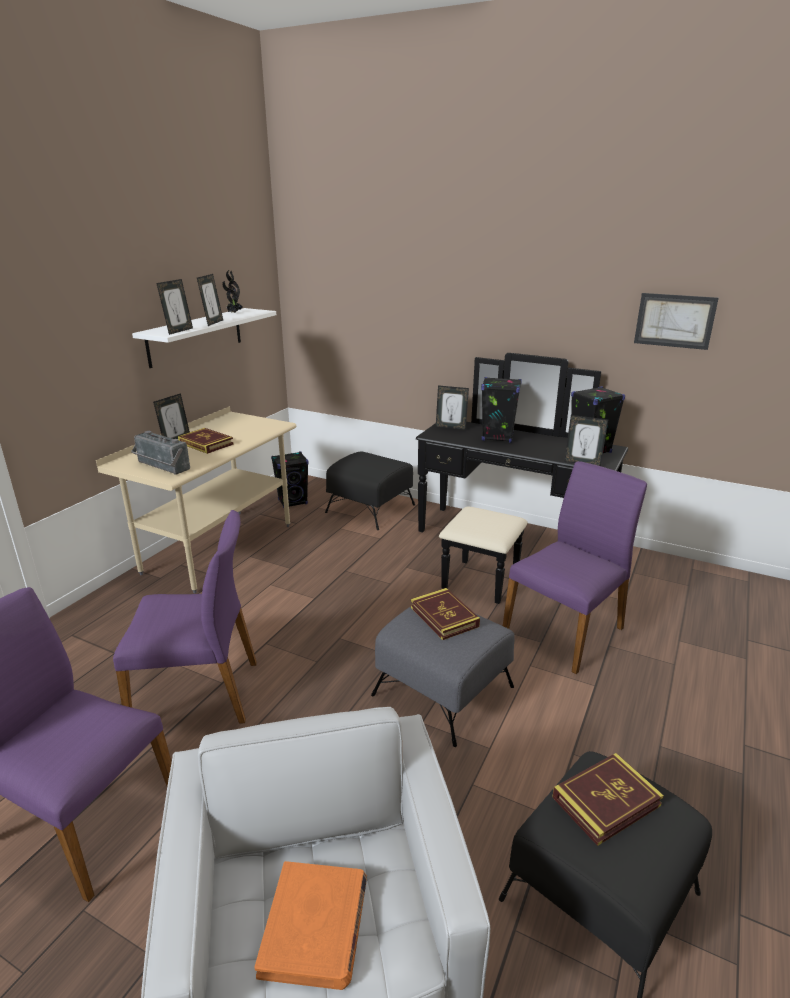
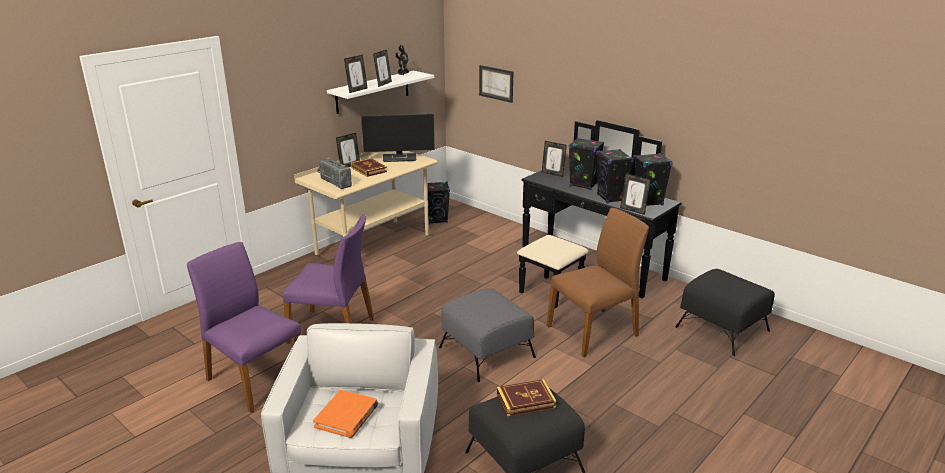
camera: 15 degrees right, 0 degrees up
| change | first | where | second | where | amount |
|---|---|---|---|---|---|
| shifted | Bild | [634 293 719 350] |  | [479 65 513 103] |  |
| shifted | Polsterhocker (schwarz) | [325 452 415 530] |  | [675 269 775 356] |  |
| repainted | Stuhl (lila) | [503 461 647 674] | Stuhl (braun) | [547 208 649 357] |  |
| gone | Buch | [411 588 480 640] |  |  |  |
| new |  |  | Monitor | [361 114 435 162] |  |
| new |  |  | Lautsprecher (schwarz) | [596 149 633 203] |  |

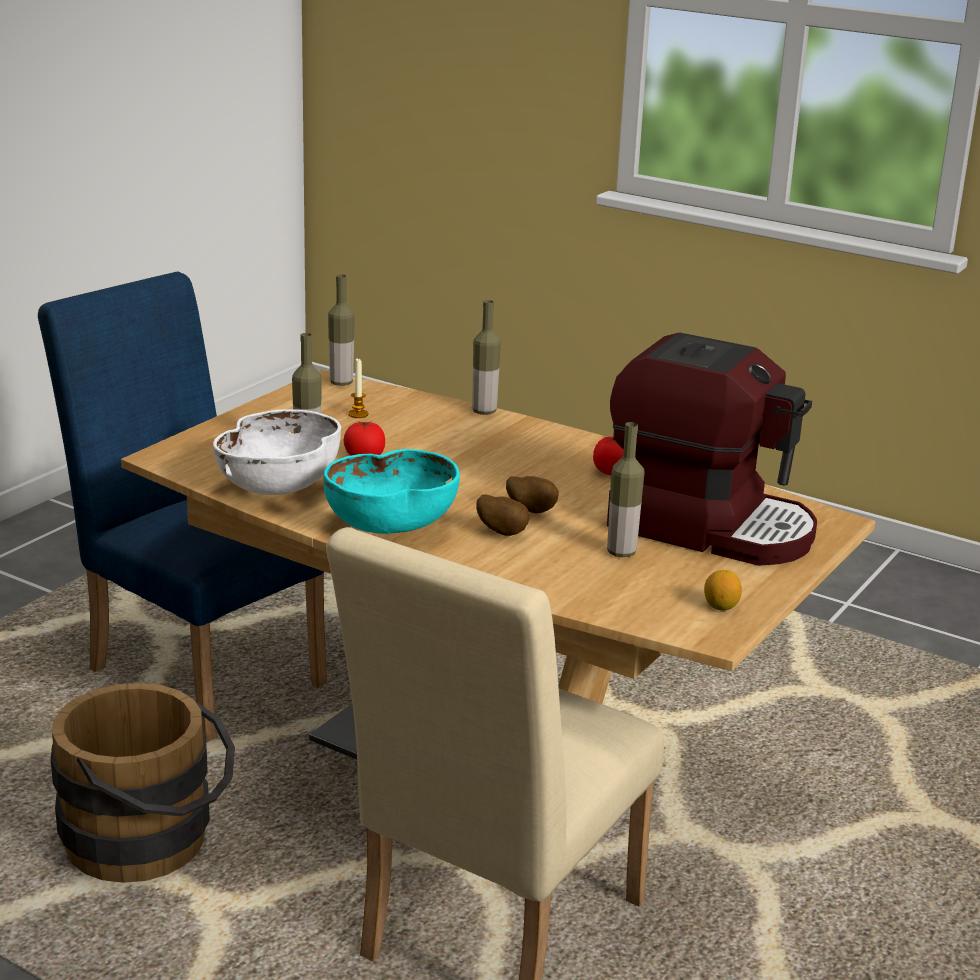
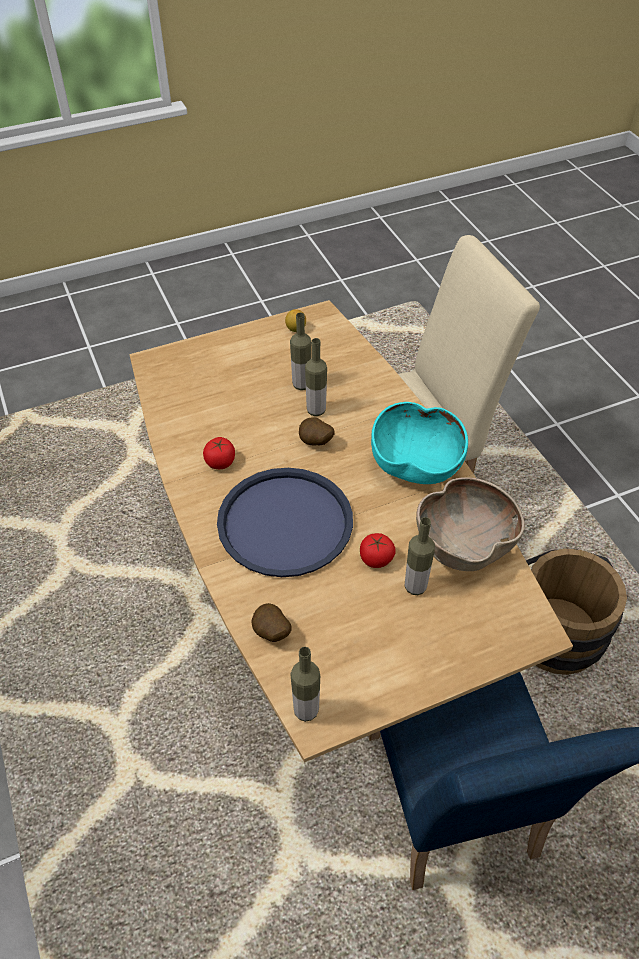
camera: 145 degrees left, 25 degrees up
| change | first | where | second | where | amount |
|---|---|---|---|---|---|
| shifted | Flasche | [472 300 501 415] |  | [305 338 327 416] |  |
| gone | Kaffeemaschine | [607 332 817 566] |  |  |  |
| gone | Kerze | [348 357 369 418] |  |  |  |
| repainted | Schüssel (weiß) | [213 409 341 495] | Schüssel (braun) | [416 477 525 571] |  |
| shifted | Kartoffel | [476 494 530 536] |  | [251 603 292 642] |  |
| new |  |  | Tablett (blau) | [217 468 353 577] |  |

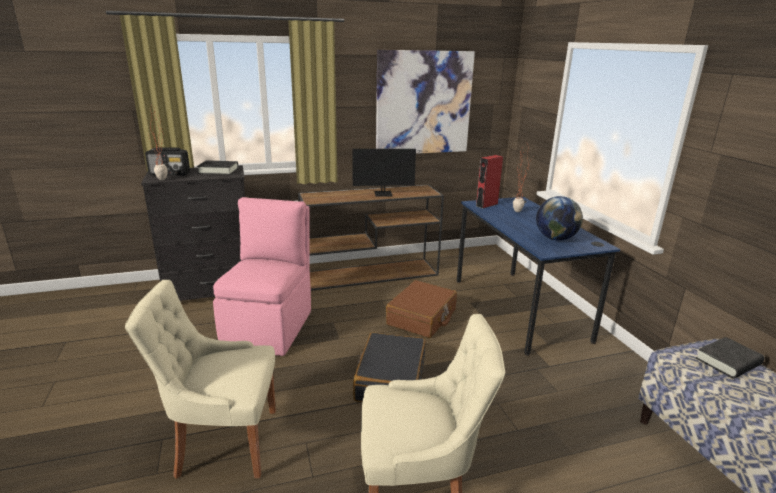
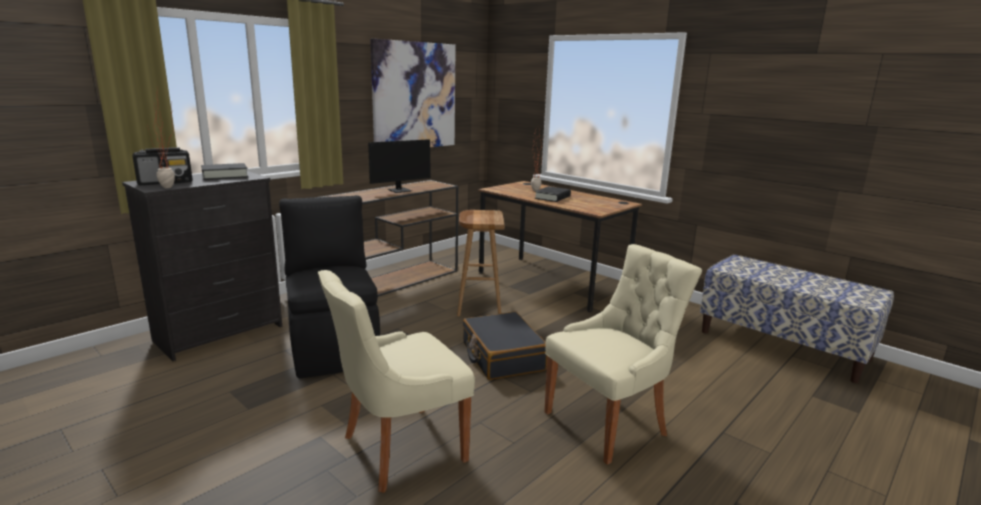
camera: 30 degrees left, 5 degrees down
| change | first | where | second | where | amount |
|---|---|---|---|---|---|
| gone | Lautsprecher (rot) | [476 155 503 209] |  |  |  |
| gone | Globus | [536 196 583 241] |  |  |  |
| repainted | Stuhl (rosa) | [213 197 311 356] | Stuhl (schwarz) | [279 195 380 379] |  |
| repainted | Schreibtisch (blau) | [457 197 620 356] | Schreibtisch (braun) | [478 181 642 312] |  |
| swapped | Koffer (braun) | [386 280 457 338] | Hocker (braun) | [457 210 505 316] |  |
| shifted | Buch (schwarz) | [696 337 765 379] |  | [535 186 571 202] |  |

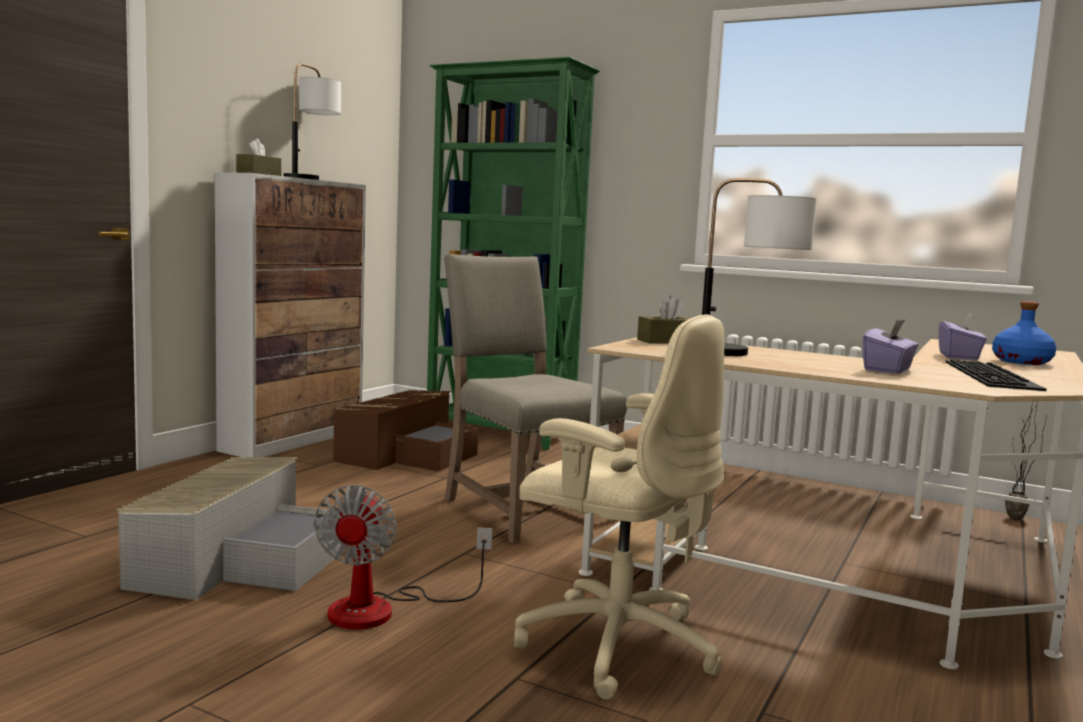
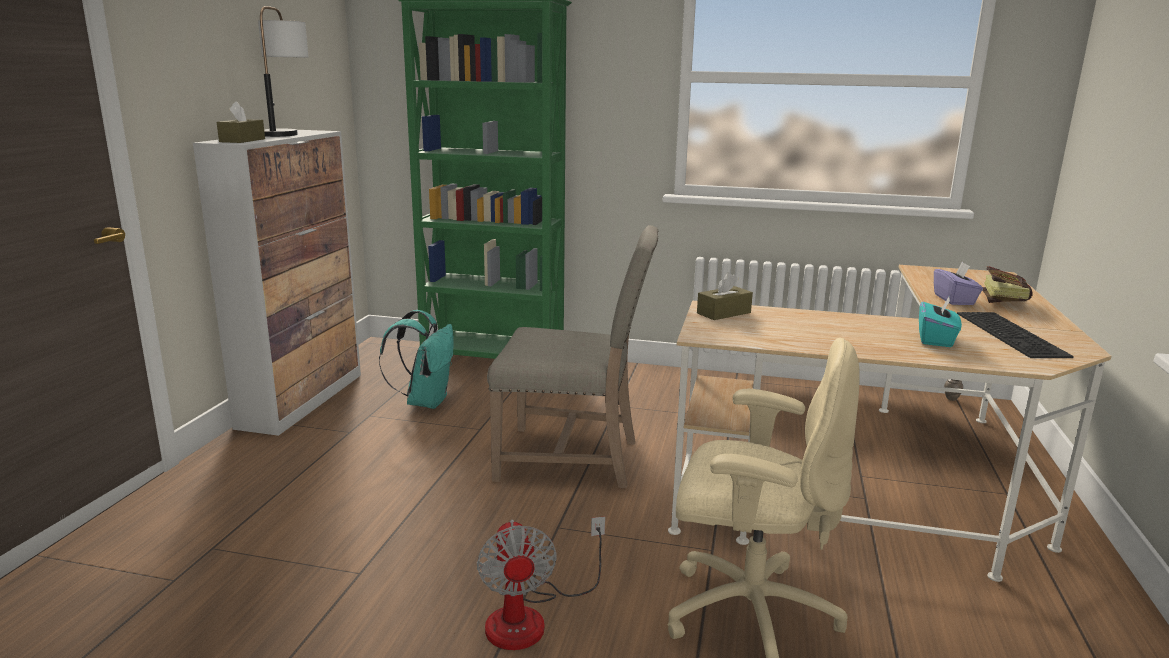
camera: 15 degrees left, 10 degrees up
| change | first | where | second | where | amount |
|---|---|---|---|---|---|
| gone | Tischlampe | [702 178 817 356] |  |  |  |
| rotated | Stuhl (beige) | [444 254 627 543] |  | [487 225 658 488] | 150 degrees clockwise |
| swapped | Flasche (blau) | [992 301 1056 365] | Buch | [983 266 1033 303] |  |
| repainted | Taschentuchbox (lila) | [863 320 919 374] | Taschentuchbox (türkis) | [919 295 962 347] |  |
| swapped | Aufbewahrungsbox (braun) | [333 390 478 471] | Rucksack (türkis) | [379 310 454 409] |  |
| gone | Aufbewahrungsbox (grau) | [117 457 345 600] |  |  |  |

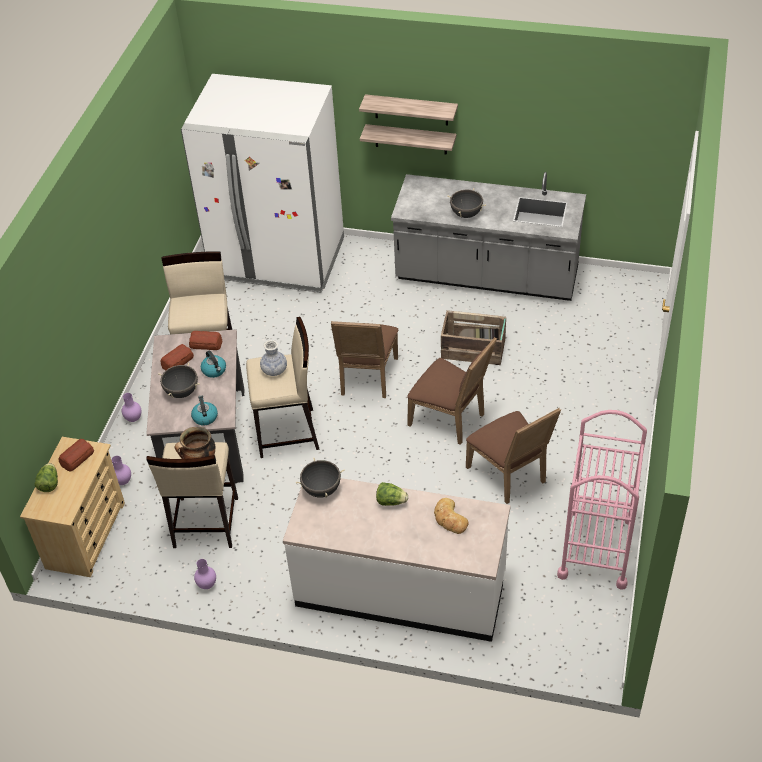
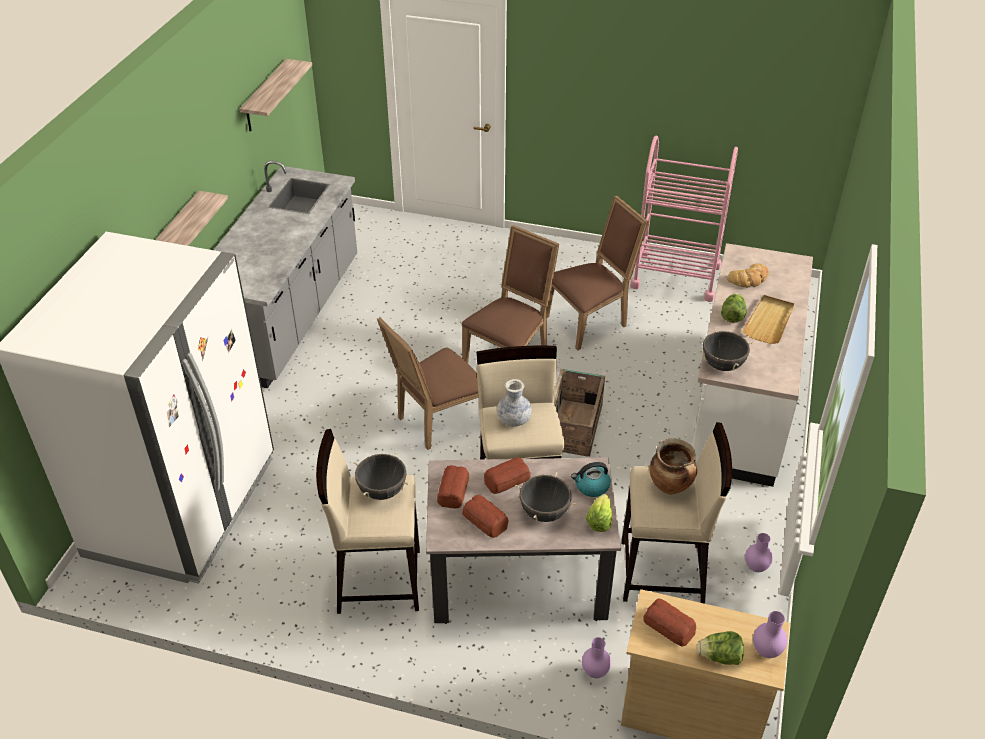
camera: 90 degrees left, 5 degrees down
| change | first | where | second | where | amount |
|---|---|---|---|---|---|
| shifted | Wandregal | [359 94 458 126] |  | [240 59 312 132] |  |
| shifted | Kochtopf (schwarz) | [447 188 486 218] |  | [353 452 409 500] |  |
| shifted | Kiste | [441 310 506 365] |  | [554 369 605 457] |  |
| rotated | Stuhl (braun) | [331 321 398 398] |  | [377 317 479 450] | 135 degrees clockwise |
| swapped | Wasserkessel | [201 351 226 378] | Brot | [484 457 531 494] |  |
| shifted | Vase (lila) | [122 393 142 422] |  | [753 611 788 658] |  |
| new |  |  | Tablett (beige) | [743 295 795 344] |  |
| new |  |  | Salatkopf | [586 494 612 532] |  |

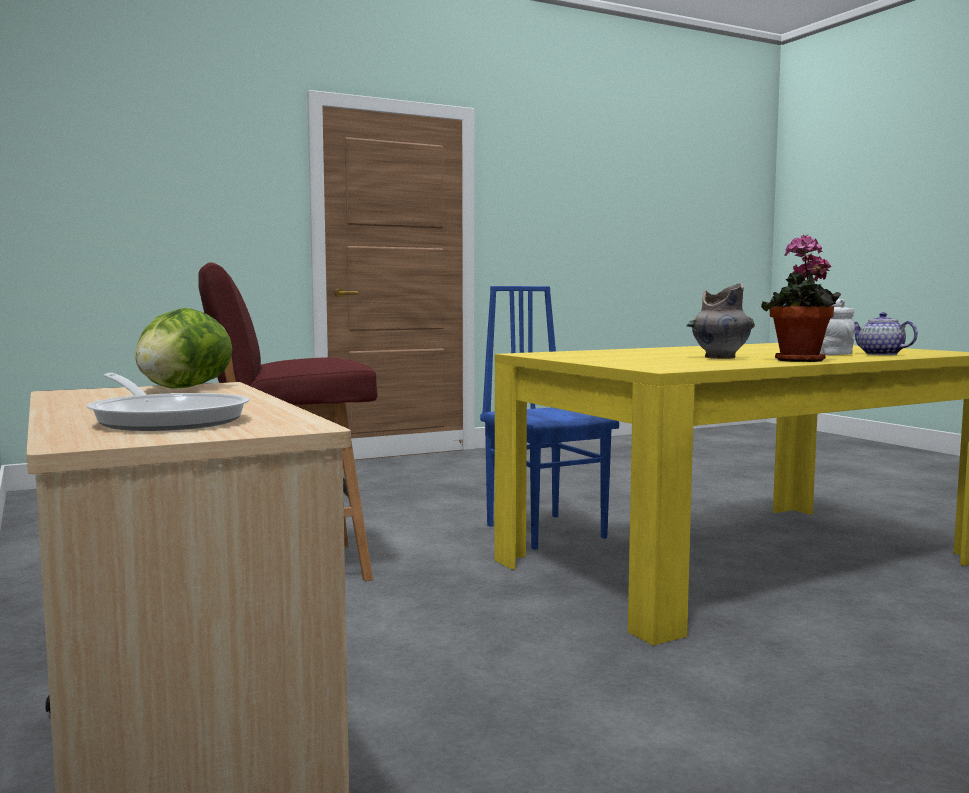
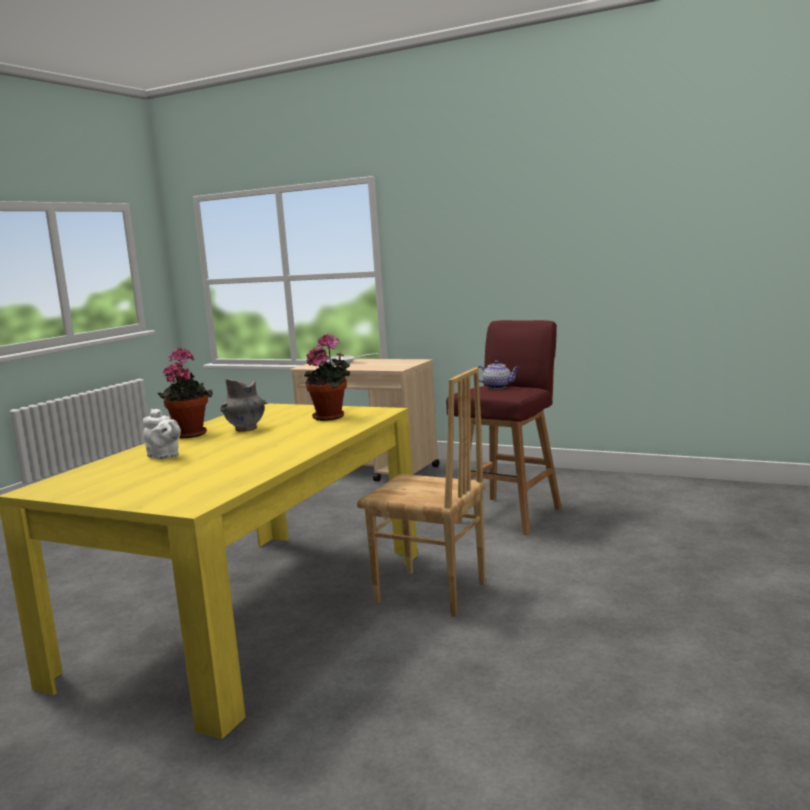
camera: 145 degrees right, 5 degrees up
| change | first | where | second | where | amount |
|---|---|---|---|---|---|
| repainted | Stuhl (blau) | [480 286 619 550] | Stuhl (braun) | [357 367 485 617] |  |
| gone | Salatkopf | [135 308 232 389] |  |  |  |
| shifted | Teekanne | [854 312 918 355] |  | [478 360 519 389] |  |
| new |  |  | Topfpflanze | [304 334 350 421] |  |

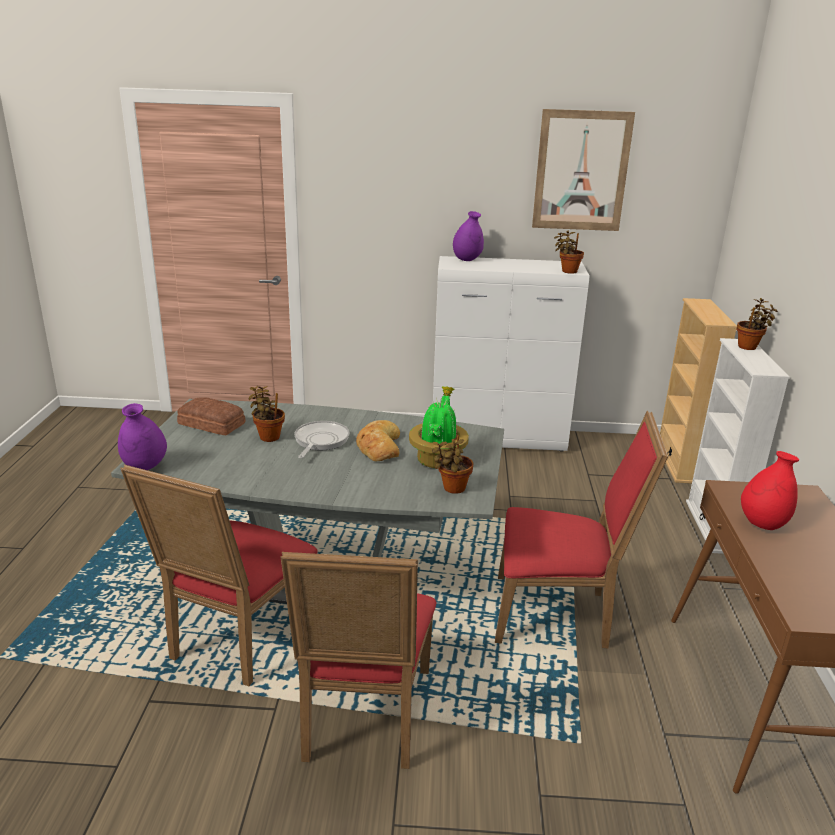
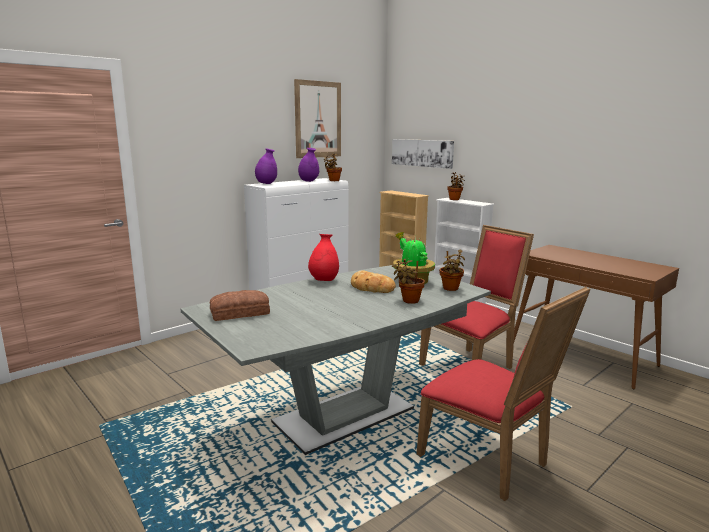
camera: 45 degrees left, 10 degrees down
| change | first | where | second | where | amount |
|---|---|---|---|---|---|
| shifted | Topfpflanze | [249 386 285 442] |  | [392 259 425 304] |  |
| shifted | Vase (lila) | [118 403 167 470] |  | [298 148 319 182] |  |
| gone | Pfanne | [294 421 349 458] |  |  |  |
| shifted | Vase (rot) | [741 451 799 530] |  | [308 234 339 281] |  |
| gone | Stuhl (rot) | [120 465 317 686] |  |  |  |
| new |  |  | Bild | [392 139 454 169] |  |

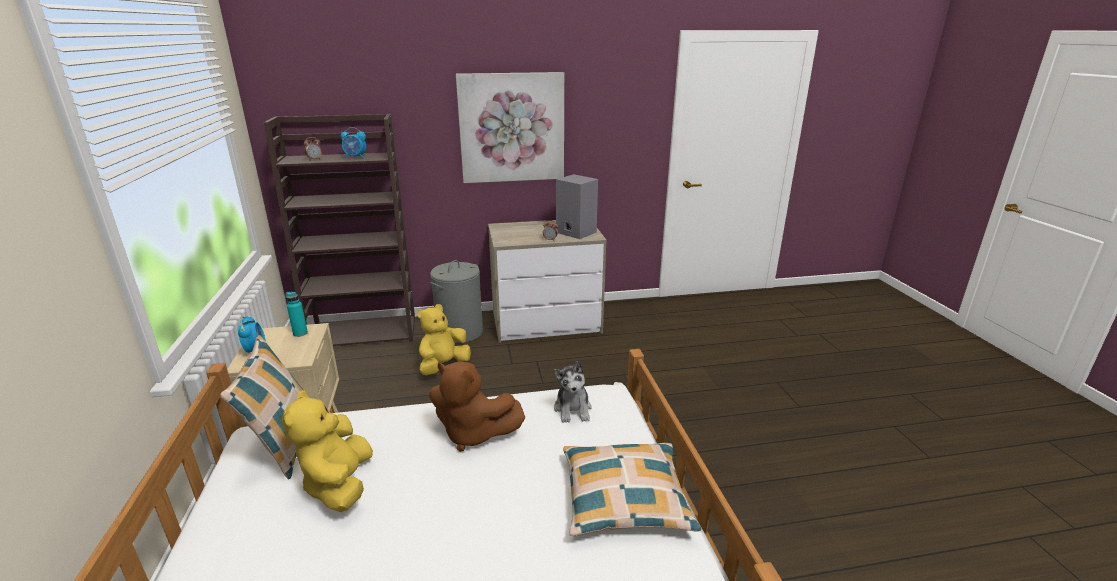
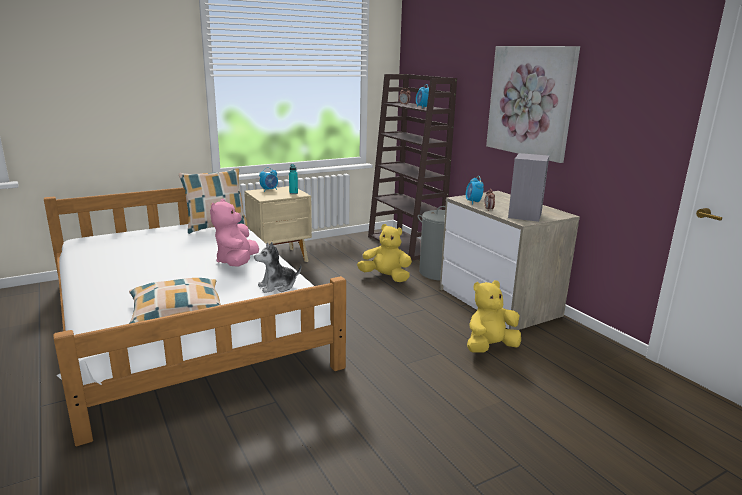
camera: 70 degrees right, 5 degrees down
| change | first | where | second | where | amount |
|---|---|---|---|---|---|
| repainted | Plüschtier (braun) | [429 361 526 452] | Plüschtier (rosa) | [210 199 259 266] |  |
| shifted | Plüschtier (gelb) | [282 390 373 512] |  | [467 280 521 353] |  |
| new |  |  | Wecker | [466 176 484 205] |  |

